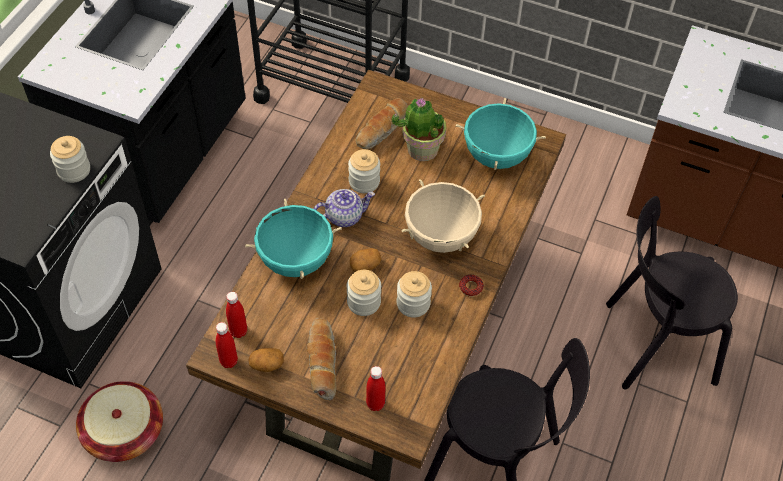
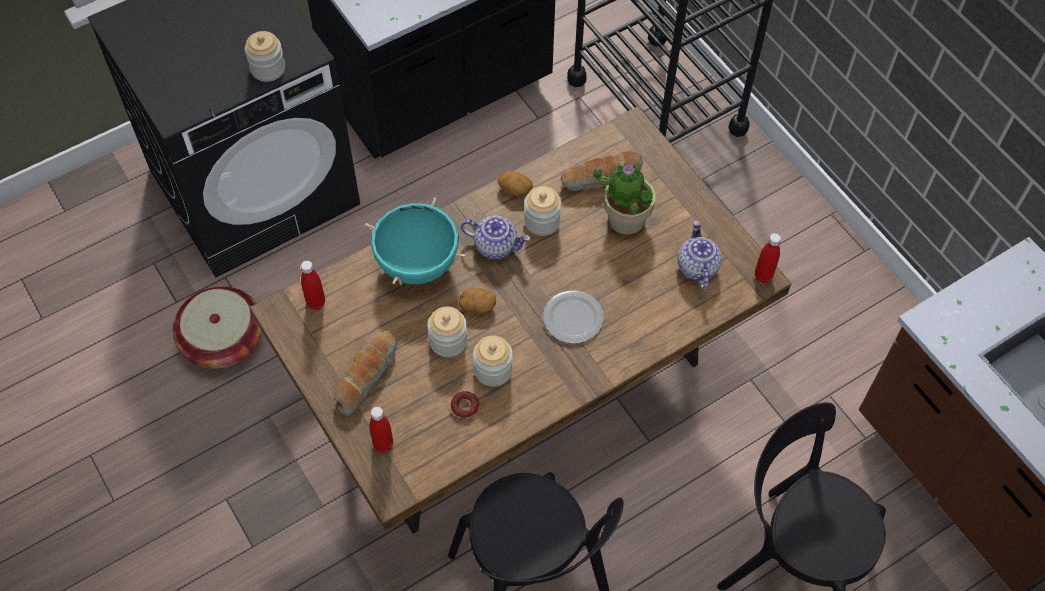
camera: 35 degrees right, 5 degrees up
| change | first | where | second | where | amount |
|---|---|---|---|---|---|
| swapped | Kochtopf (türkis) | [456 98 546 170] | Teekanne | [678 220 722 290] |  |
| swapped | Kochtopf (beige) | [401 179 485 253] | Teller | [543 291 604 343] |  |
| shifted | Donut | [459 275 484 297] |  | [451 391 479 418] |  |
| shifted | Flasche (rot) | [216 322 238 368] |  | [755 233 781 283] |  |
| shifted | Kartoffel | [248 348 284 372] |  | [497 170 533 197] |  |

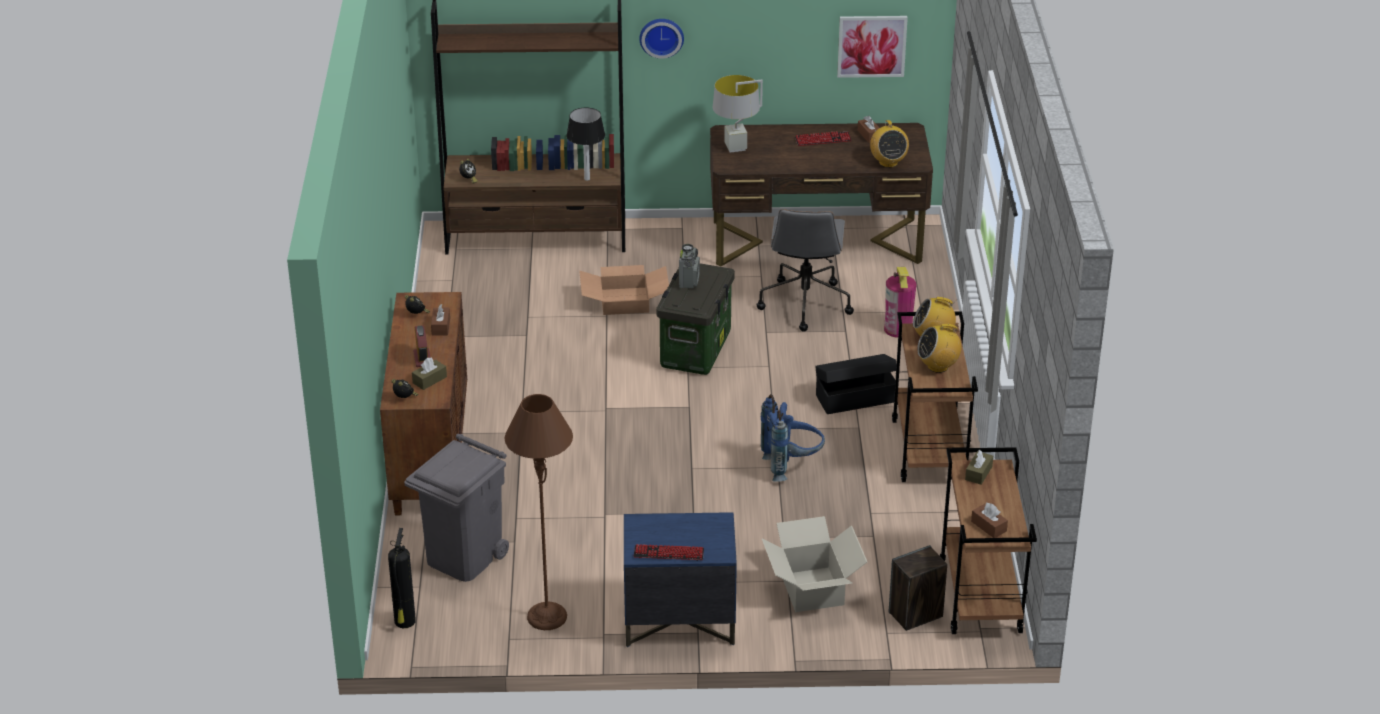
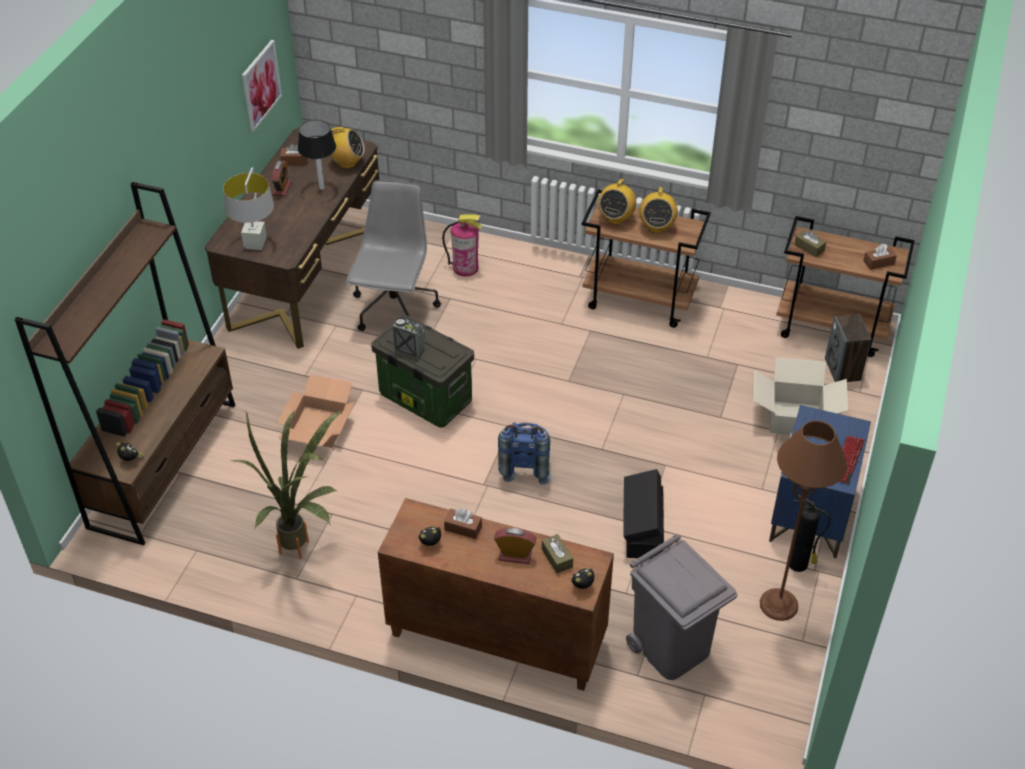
camera: 70 degrees left, 10 degrees up
| change | first | where | second | where | amount |
|---|---|---|---|---|---|
| gone | Wanduhr | [639 19 684 59] |  |  |  |
| shifted | Tischlampe | [567 108 605 181] |  | [298 120 336 190] |  |
| swapped | Tastatur | [795 131 852 146] | Wecker | [272 160 292 196] |  |
| rotated | Bürostuhl (grau) | [756 209 854 331] |  | [346 180 441 331] | 105 degrees counterclockwise |
| shifted | Aufbewahrungsbox (schwarz) | [816 354 896 414] |  | [623 469 664 559] |  |
| shifted | Rucksack (blau) | [761 394 825 482] |  | [498 422 552 485] |  |
| shifted | Feuerlöscher | [388 528 416 628] |  | [789 494 831 572] |  |
| new |  |  | Topfpflanze | [232 410 342 559] |  |

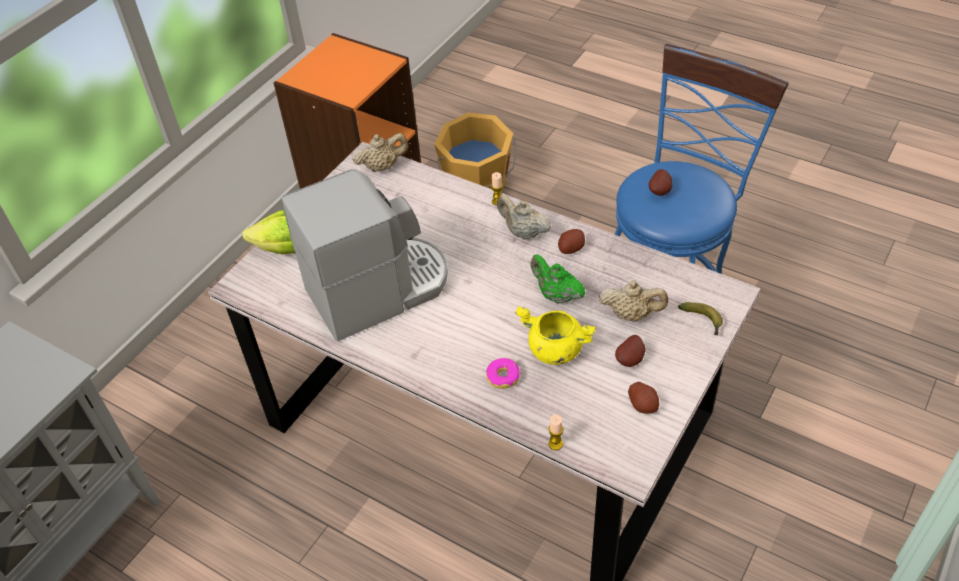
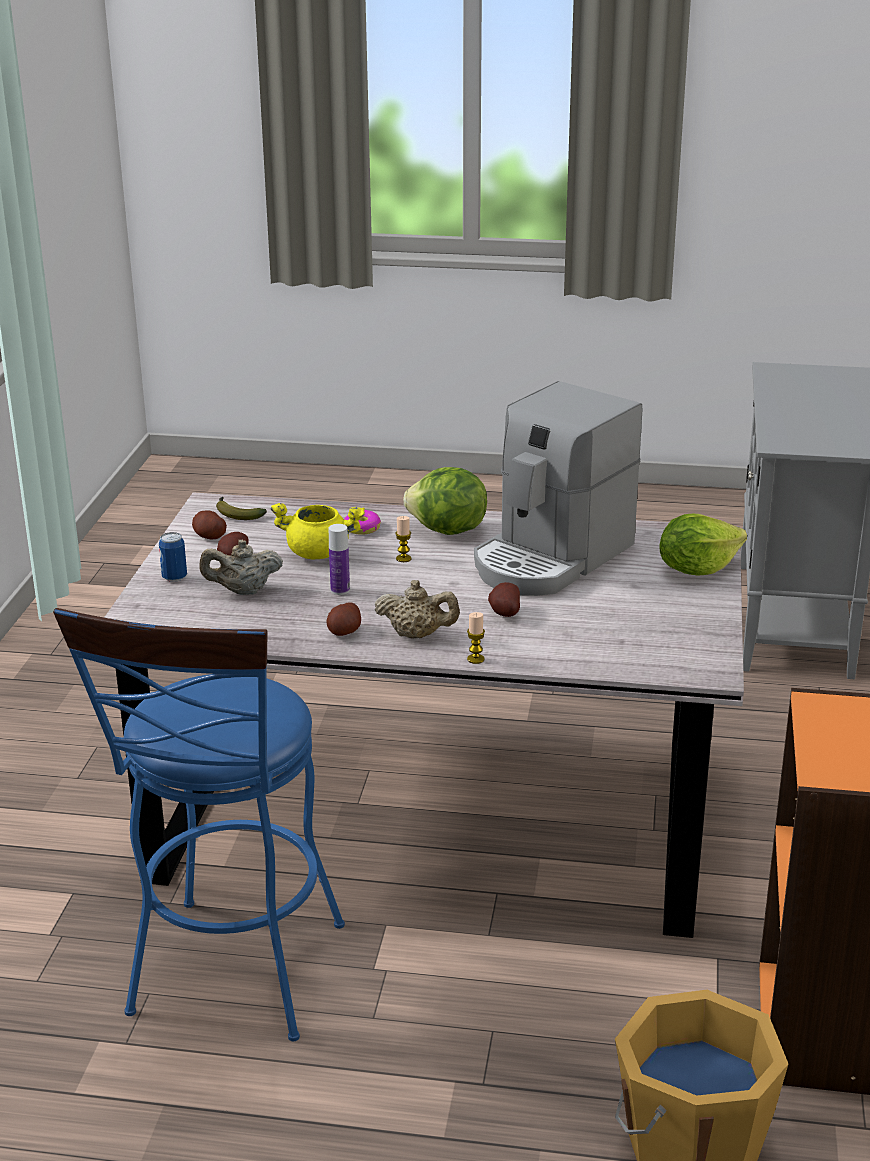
camera: 155 degrees right, 20 degrees down
| change | first | where | second | where | amount |
|---|---|---|---|---|---|
| gone | Teekanne (beige) | [352 133 408 172] |  |  |  |
| shifted | Kartoffel | [649 169 672 196] |  | [488 582 520 617] |  |
| swapped | Teekanne (grün) | [530 255 586 304] | Flasche | [329 524 350 595] |  |
| shifted | Banane | [678 302 723 336] |  | [216 497 267 520] |  |
| shifted | Kerze | [548 415 563 450] |  | [395 516 412 562] |  |
| new |  |  | Salatkopf | [403 467 487 535] |  |
| new |  |  | Dose | [159 532 187 582] |  |

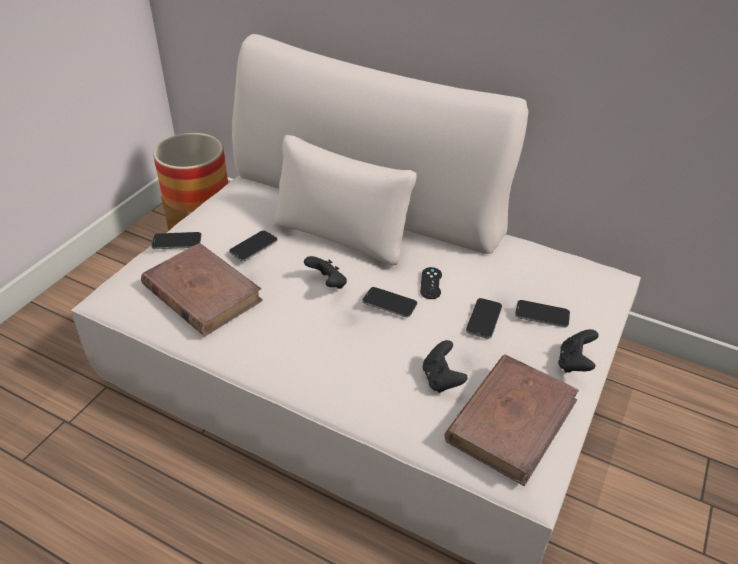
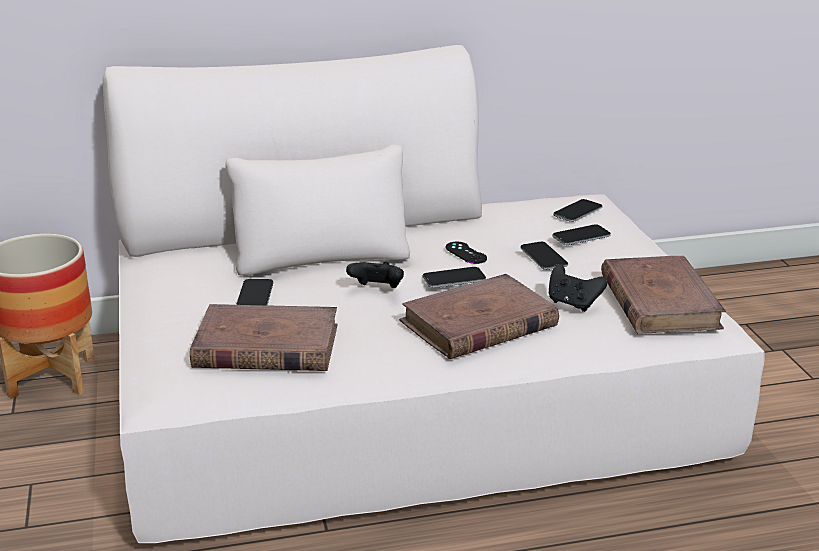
camera: 40 degrees left, 15 degrees down
| change | first | where | second | where | amount |
|---|---|---|---|---|---|
| shifted | Handy | [151 232 201 249] |  | [553 199 602 222] |  |
| gone | Gamepad (schwarz) | [558 329 599 373] |  |  |  |
| new |  |  | Buch (braun) | [399 274 559 359] |  |

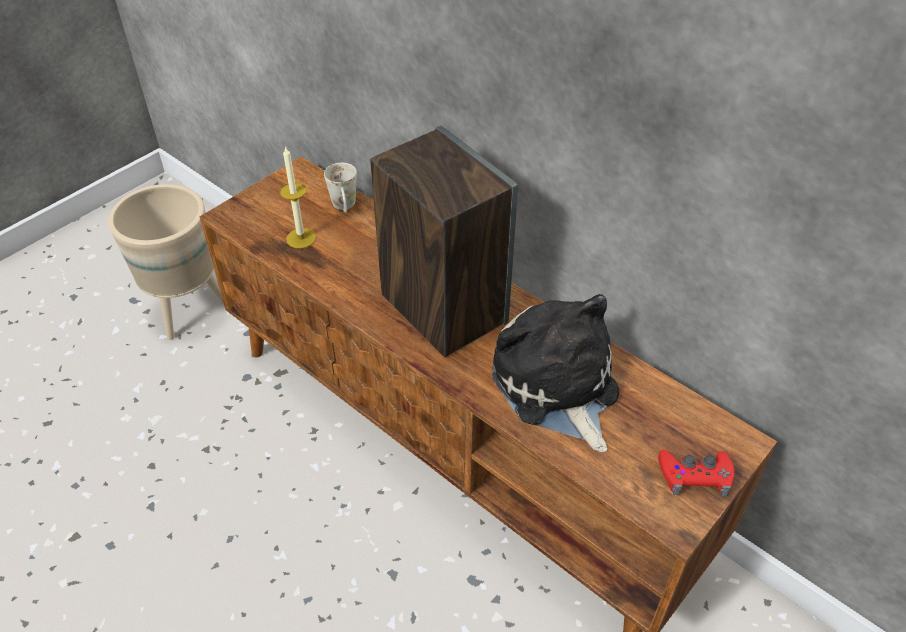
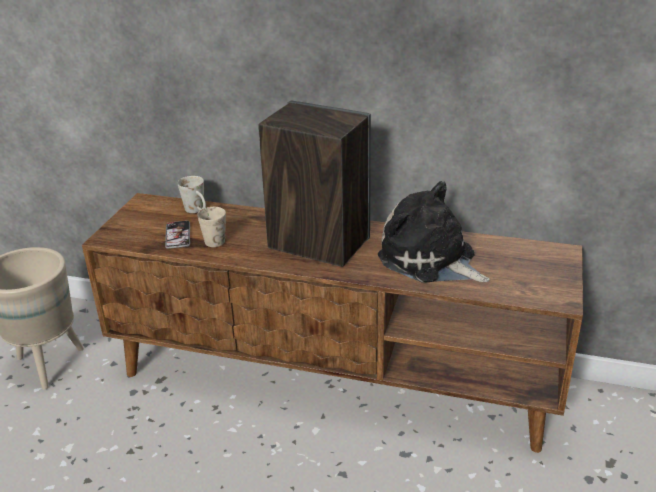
camera: 25 degrees left, 15 degrees down
| change | first | where | second | where | amount |
|---|---|---|---|---|---|
| swapped | Kerze | [280 146 316 248] | Handy | [165 221 190 249] |  |
| gone | Gamepad (rot) | [658 450 735 496] |  |  |  |
| new |  |  | Henkelbecher (beige) | [197 207 226 247] |  |

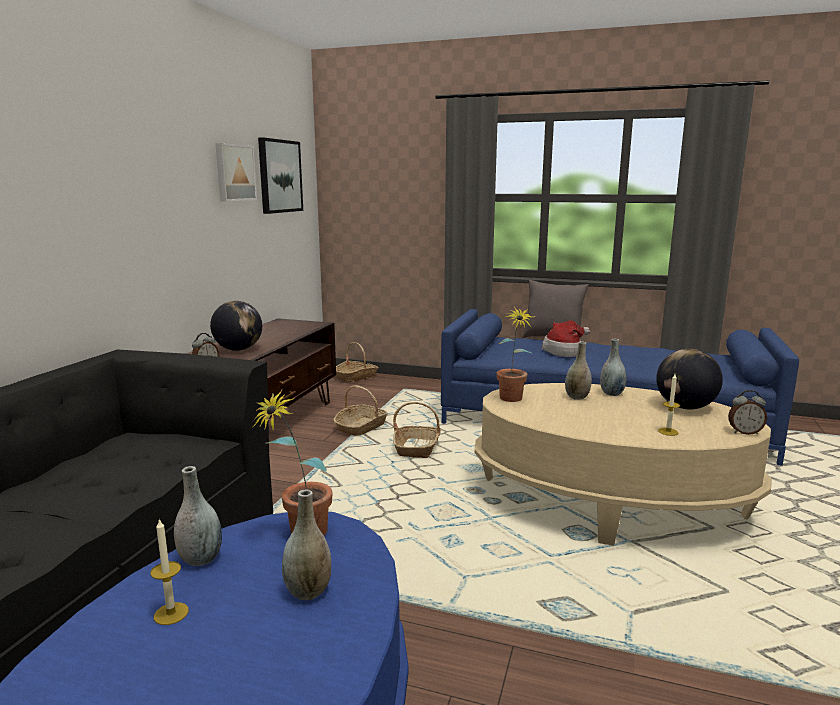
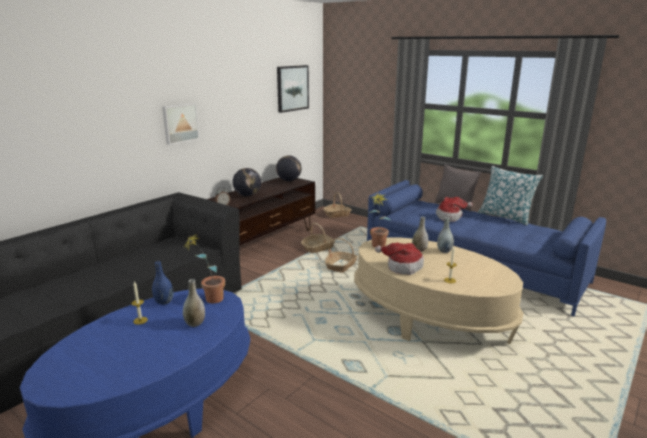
camera: 20 degrees right, 5 degrees up
| change | first | where | second | where | amount |
|---|---|---|---|---|---|
| shifted | Bild | [215 143 257 202] |  | [162 103 200 145] |  |
| shifted | Globus | [656 349 723 409] |  | [276 156 302 181] |  |
| gone | Wecker | [728 390 767 435] |  |  |  |
| repainted | Vase (grau) | [174 466 222 566] | Vase (blau) | [152 261 173 305] |  |
| new |  |  | Kissen | [478 166 543 226] |  |
| new |  |  | Hut | [375 242 424 275] |  |

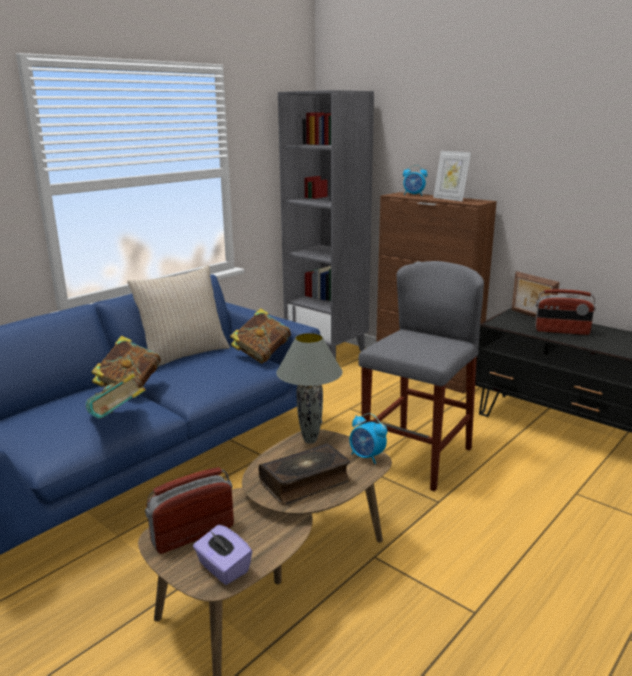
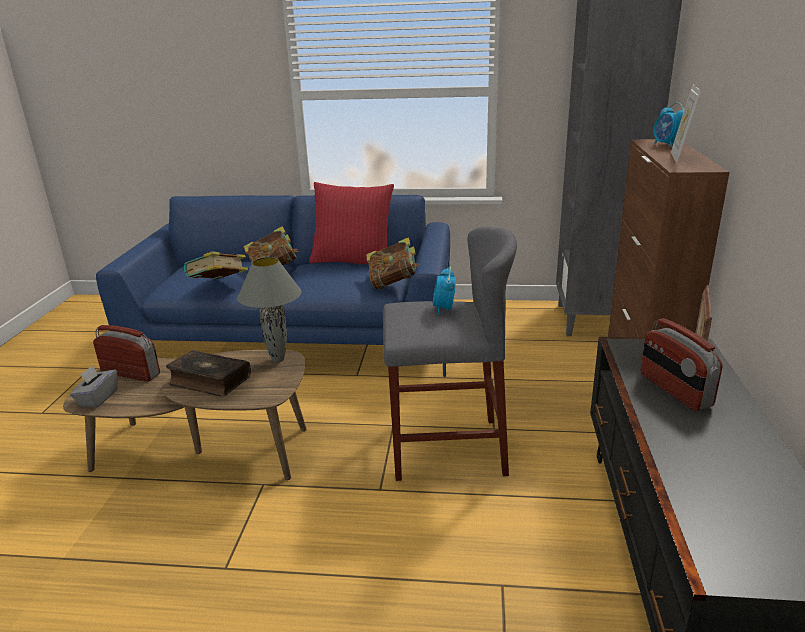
camera: 55 degrees right, 5 degrees up
| change | first | where | second | where | amount |
|---|---|---|---|---|---|
| repainted | Kissen (beige) | [127 265 230 366] | Kissen (rot) | [309 182 394 265] |  |
| shifted | Wecker | [349 413 387 464] |  | [433 267 456 315] |  |
| repainted | Taschentuchbox (lila) | [193 525 252 585] | Taschentuchbox (grau) | [70 365 118 408] |  |

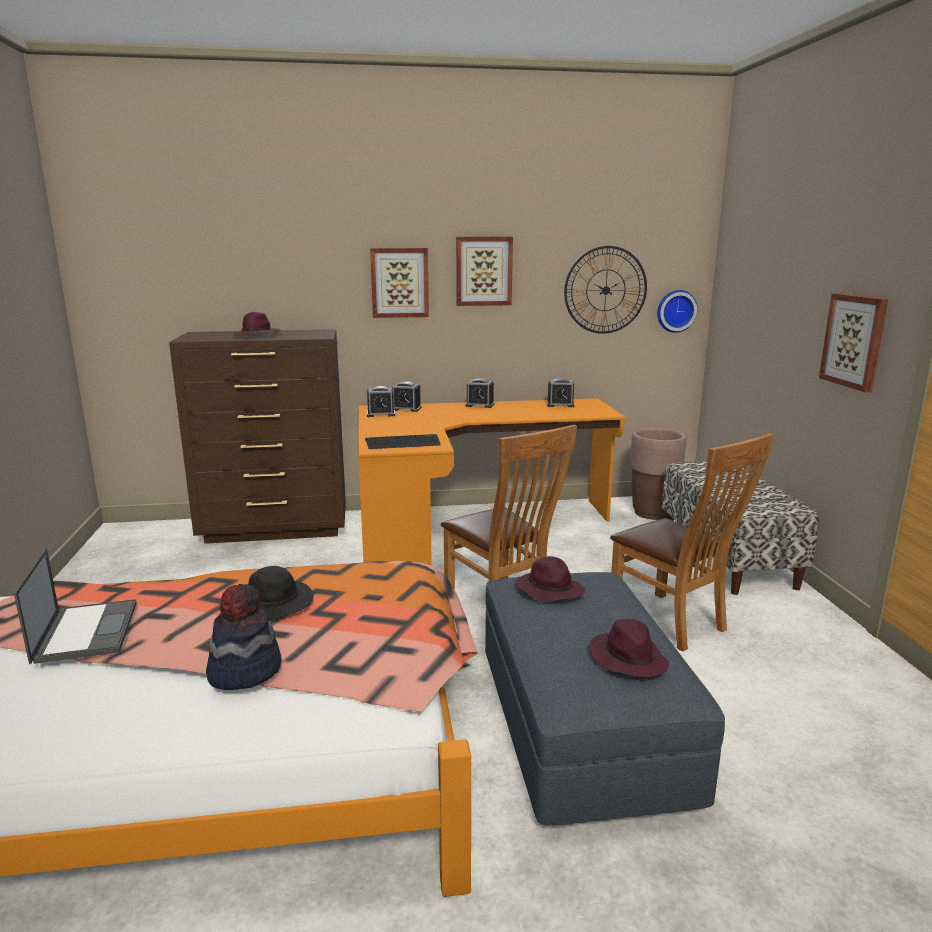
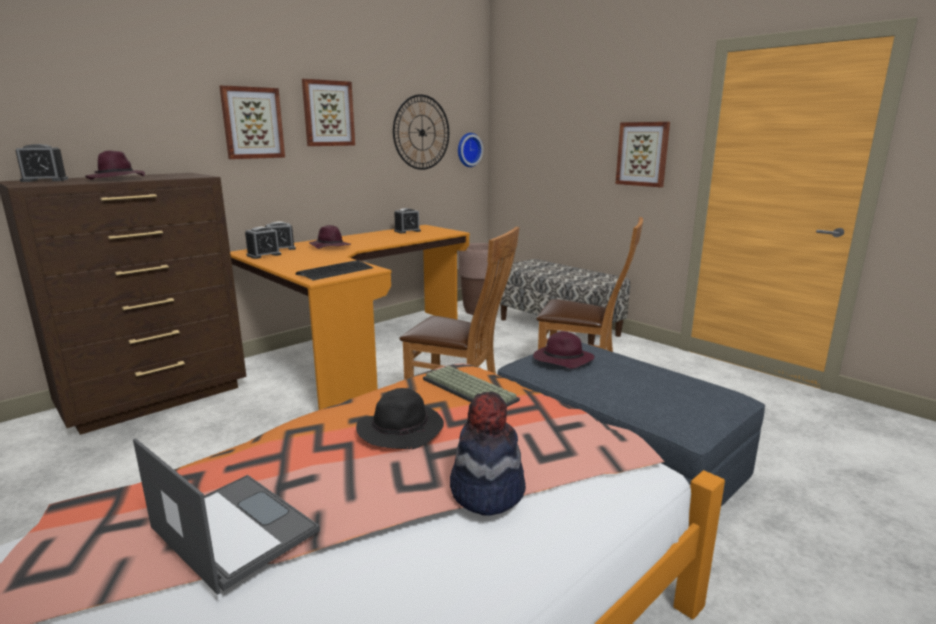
camera: 35 degrees left, 0 degrees up
| change | first | where | second | where | amount |
|---|---|---|---|---|---|
| shifted | Wecker | [465 378 495 408] |  | [15 144 68 182] |  |
| shifted | Hut (lila) | [589 619 669 677] |  | [309 225 351 249] |  |
| new |  |  | Tastatur | [423 366 520 407] |  |

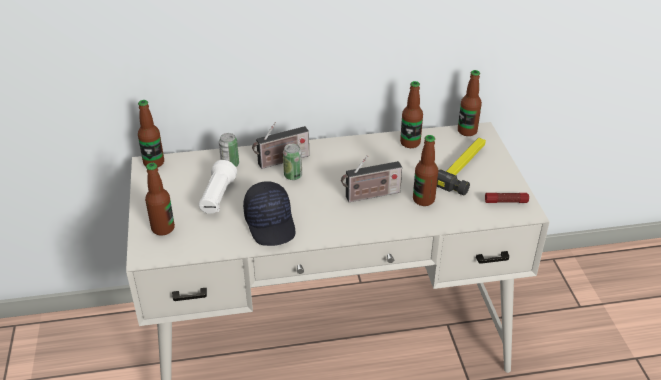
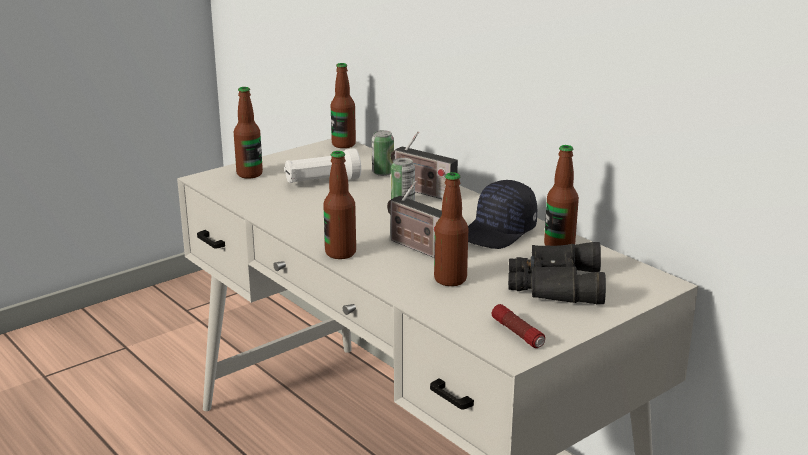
camera: 60 degrees right, 15 degrees down
| change | first | where | second | where | amount |
|---|---|---|---|---|---|
| shifted | Flasche | [458 70 482 136] |  | [323 151 356 259] |  |
| swapped | Hammer | [419 138 486 195] | Fernglas (schwarz) | [508 242 606 304] |  |
| shifted | Kappe (schwarz) | [243 181 295 246] |  | [468 180 537 249] |  |

